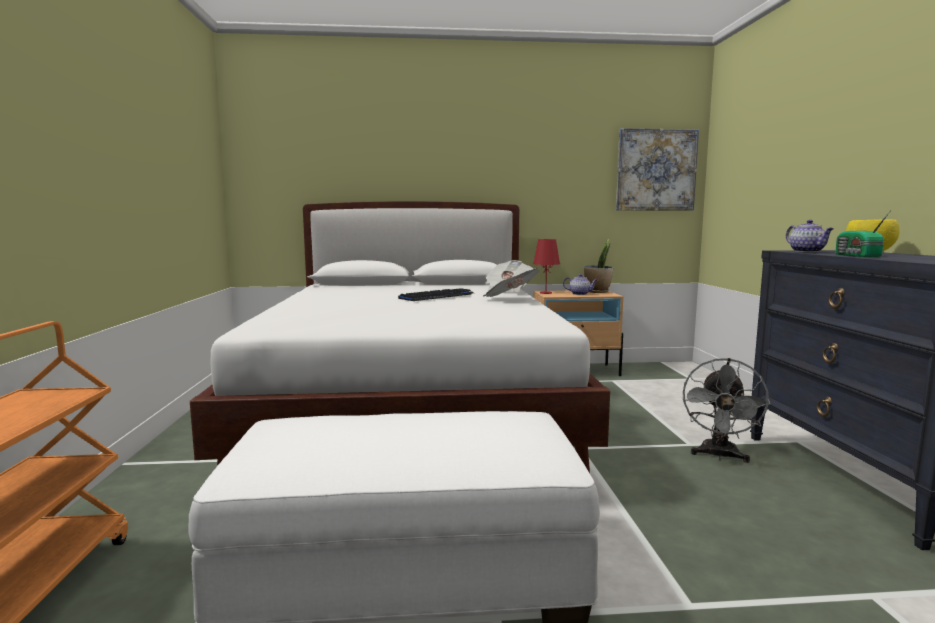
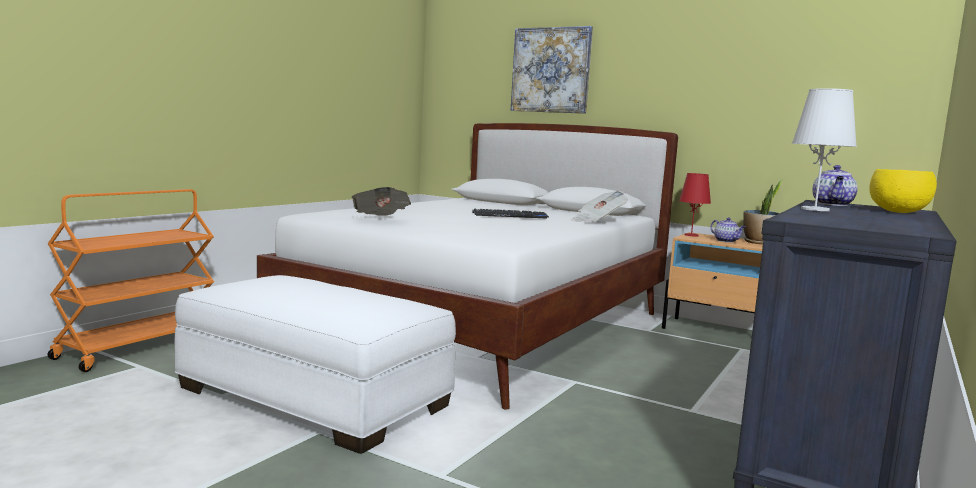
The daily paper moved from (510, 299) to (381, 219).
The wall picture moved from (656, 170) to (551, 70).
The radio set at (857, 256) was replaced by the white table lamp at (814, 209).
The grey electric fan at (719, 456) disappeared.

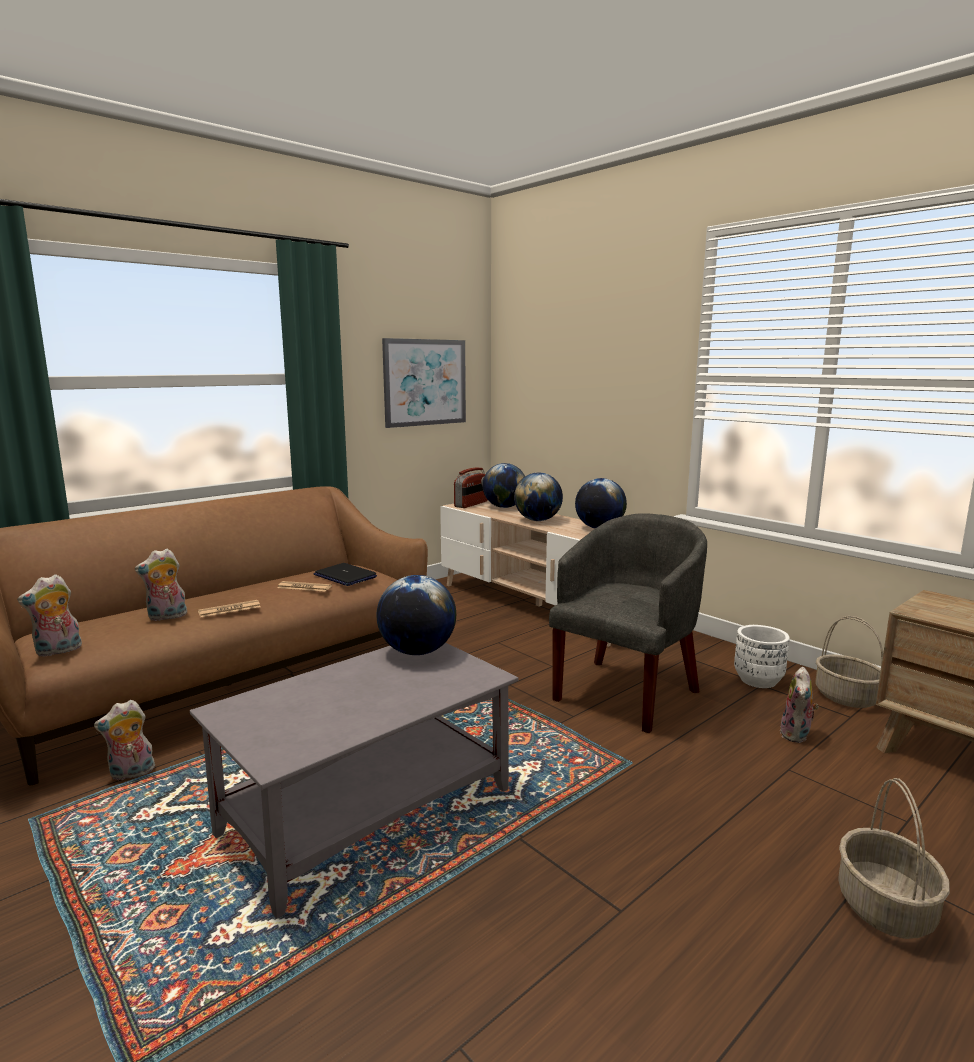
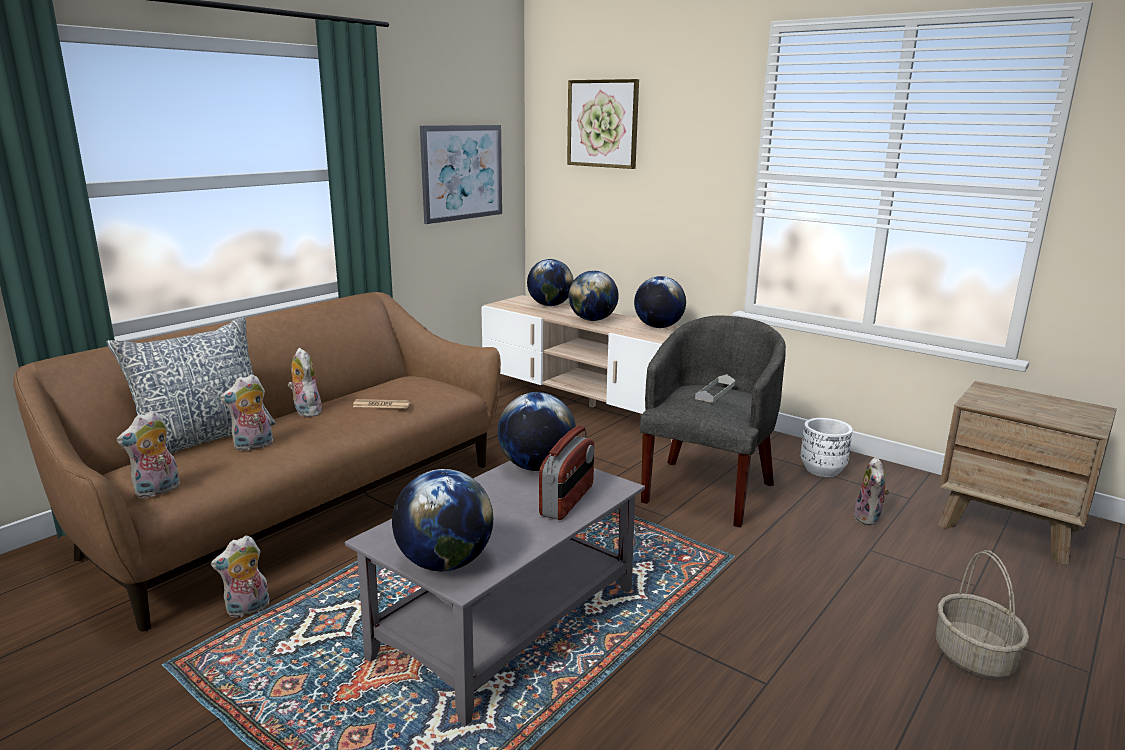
The cushion at (204, 438) appeared.
The plush toy at (305, 411) appeared.
The desk globe at (445, 563) appeared.
The radio set moved from (471, 504) to (567, 500).
The wall picture at (602, 123) appeared.
The grey tray at (715, 392) appeared.
The daily paper at (229, 609) disappeared.
The portable computer at (345, 576) disappeared.
The storage basket at (847, 697) disappeared.

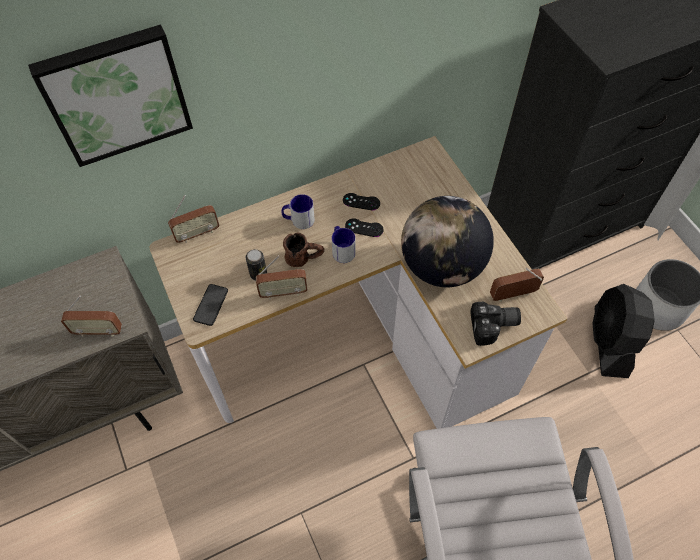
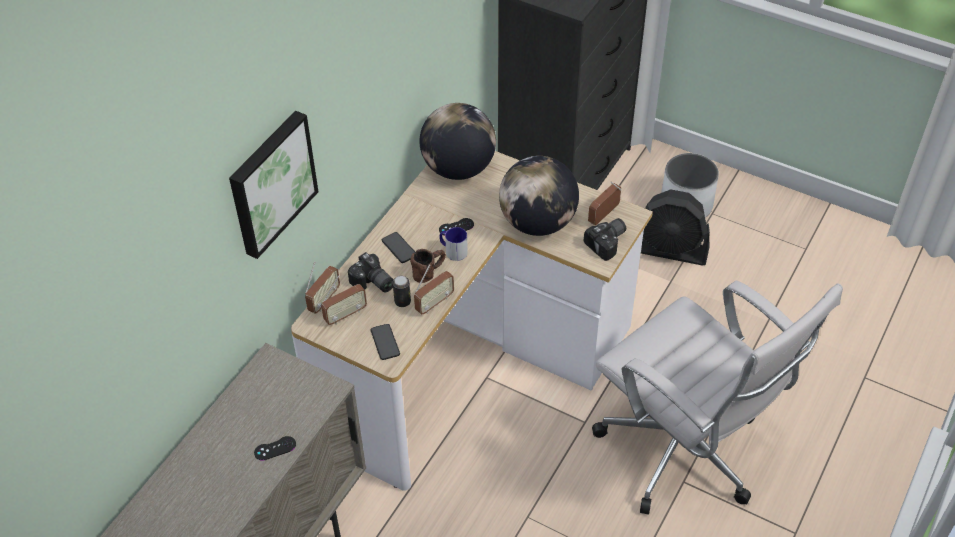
The black-coloured gamepad moved from (361, 202) to (275, 448).
The radio set moved from (98, 331) to (345, 315).
The still camera at (372, 283) appeared.
The tea mug at (298, 220) was replaced by the telephone at (399, 248).
The desk globe at (458, 168) appeared.
The black-coloured electric fan at (610, 342) turned 45 degrees counterclockwise.

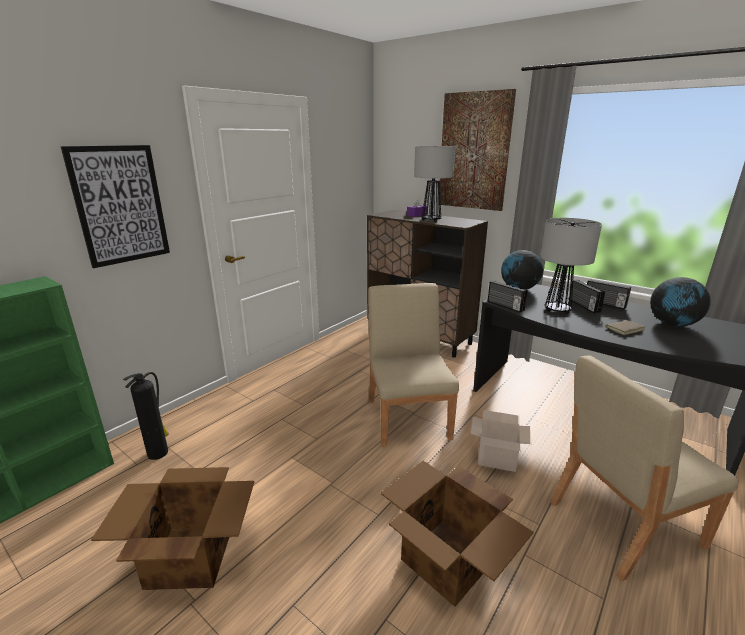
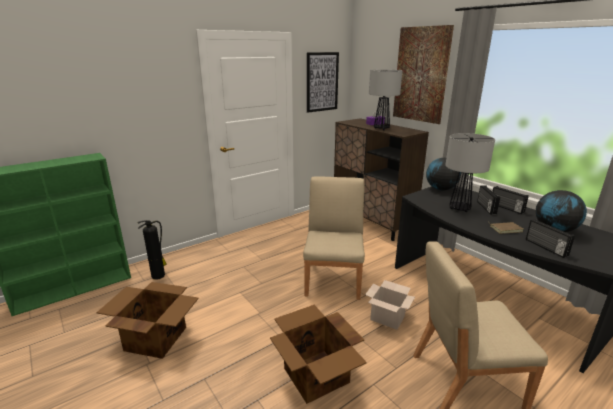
The wall picture moved from (120, 205) to (322, 82).
The radio set moved from (505, 306) to (545, 247).

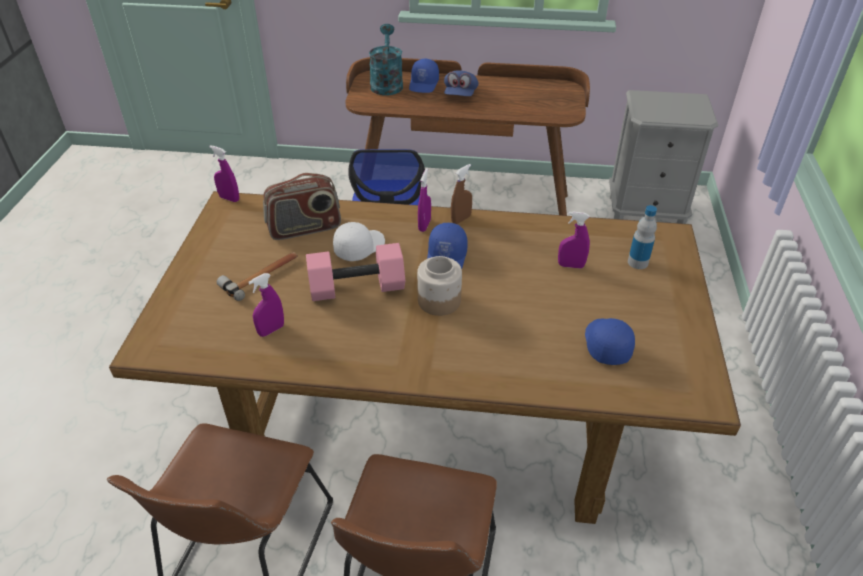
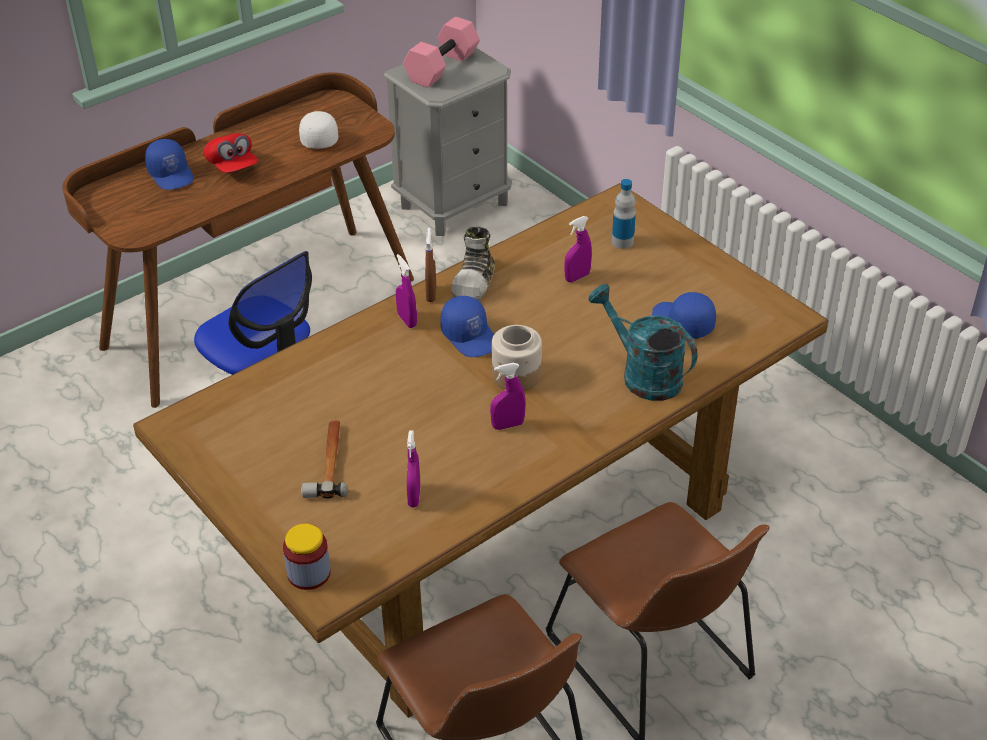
The bluish peaked cap at (460, 95) became the red-coloured peaked cap at (232, 166).
The storage jar at (309, 573) appeared.
The white peaked cap moved from (359, 247) to (318, 137).
The pink free weight moved from (356, 288) to (442, 68).
The shoe at (475, 281) appeared.
The purple hand sprayer moved from (229, 198) to (508, 425).
The turquoise-coloured watering pot moved from (386, 83) to (643, 375).
The radio set at (304, 228) disappeared.

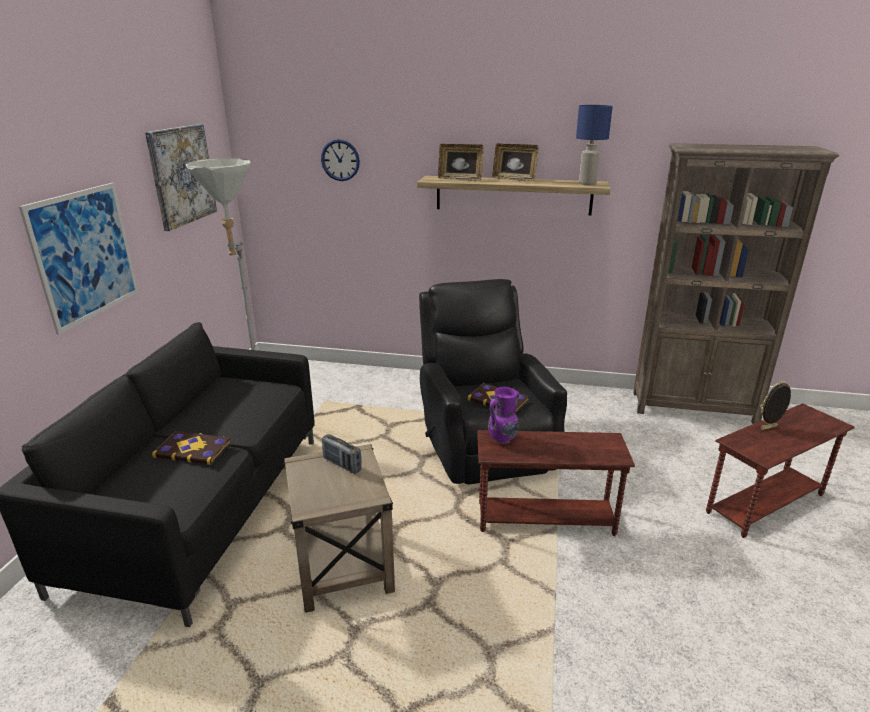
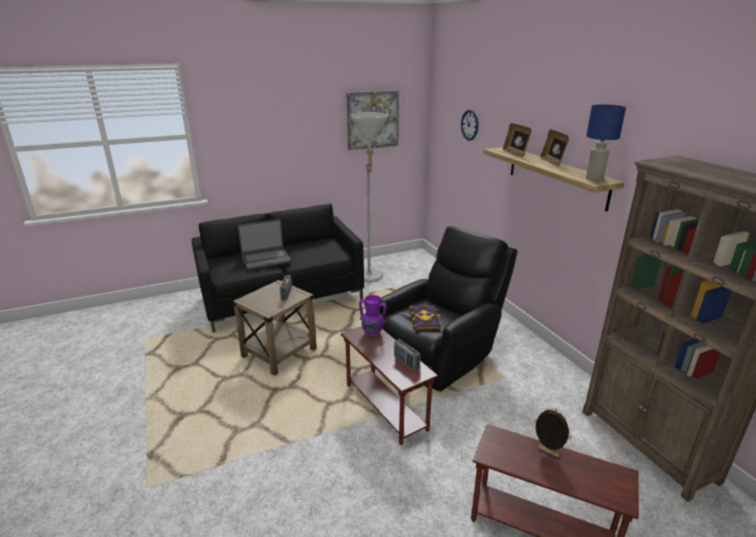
The volume at (193, 449) was replaced by the portable computer at (266, 259).
The radio set at (406, 362) appeared.
The wall picture at (85, 255) disappeared.

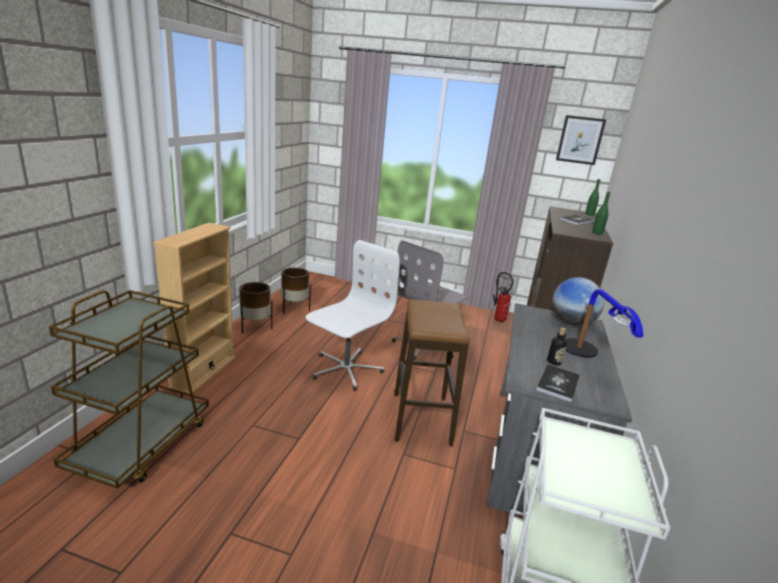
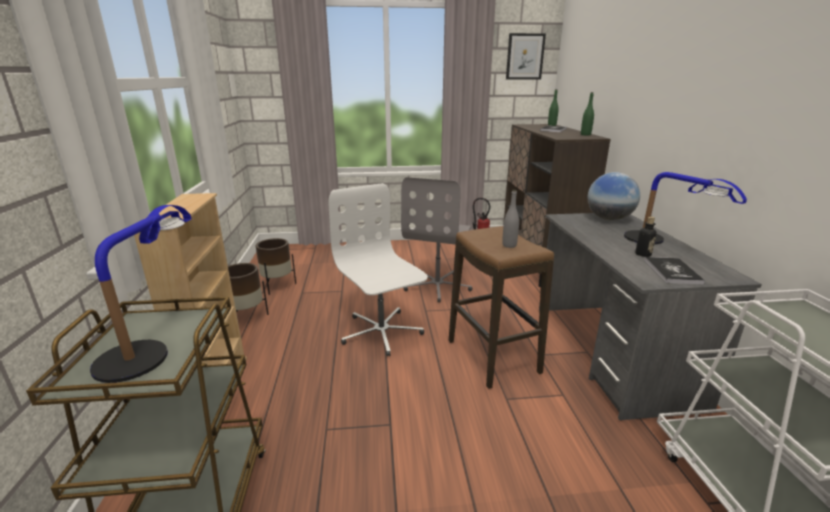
The table lamp at (153, 340) appeared.
The white desk chair at (345, 369) turned 45 degrees counterclockwise.
The grey bottle at (509, 245) appeared.

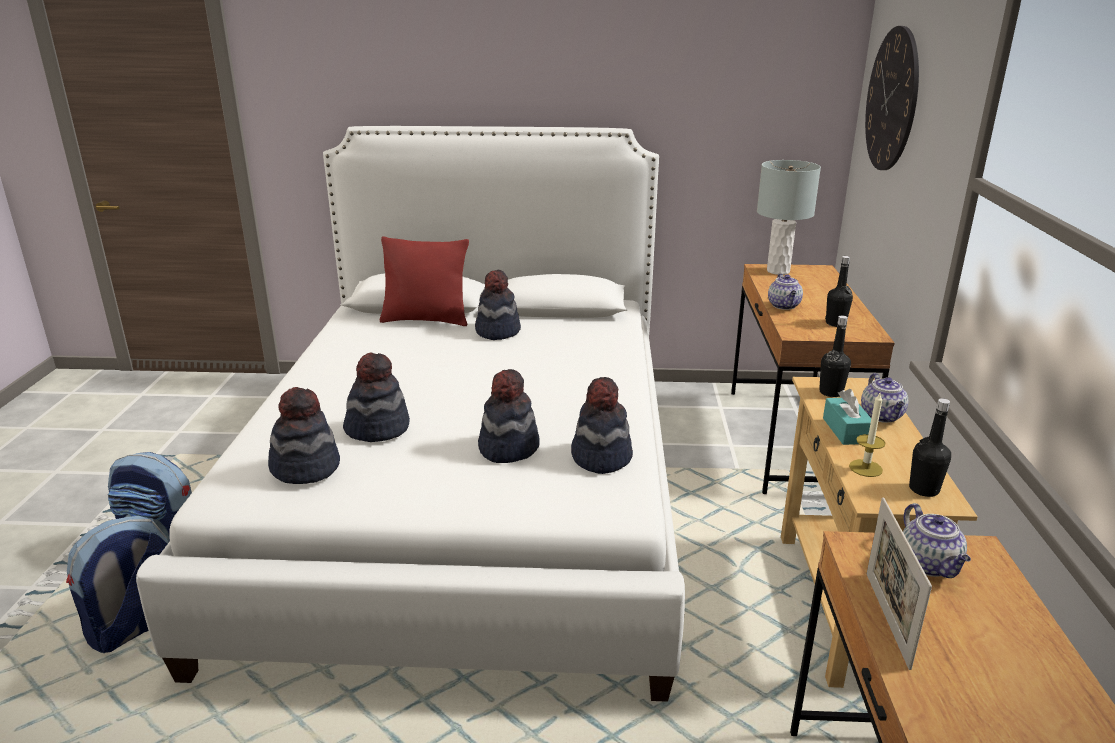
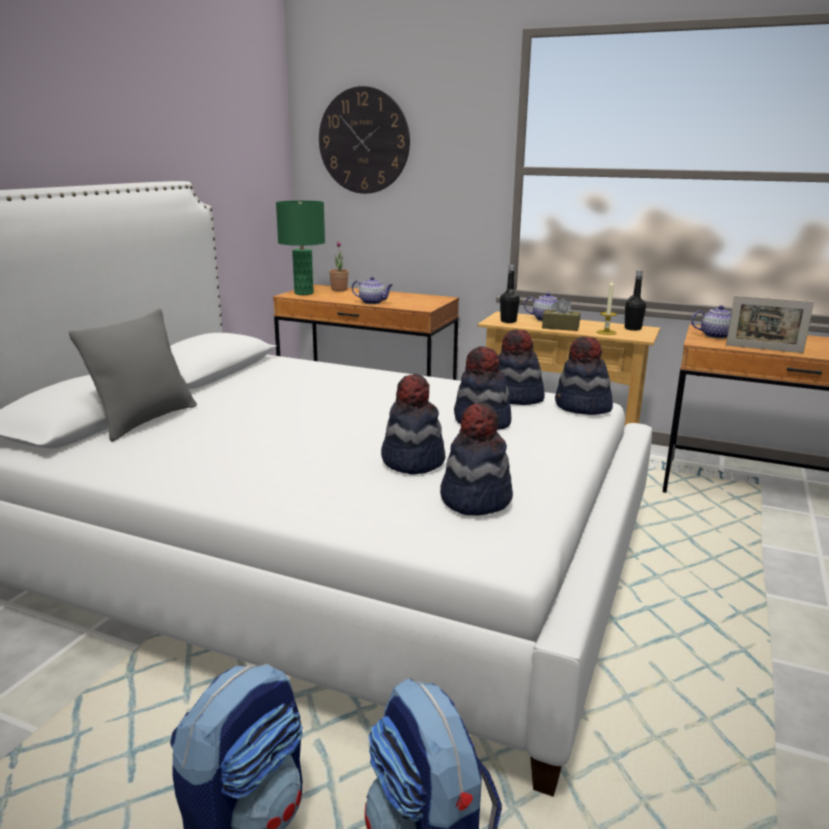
The red-coloured cushion at (426, 320) became the grey cushion at (145, 420).
The grey table lamp at (777, 271) became the greenish table lamp at (303, 293).
The plant in a pot at (339, 290) appeared.
The turquoise-coloured tissue holder at (846, 430) became the brownish tissue holder at (560, 327).
The hat moved from (497, 331) to (582, 407).
The black-coloured bottle at (835, 323) disappeared.

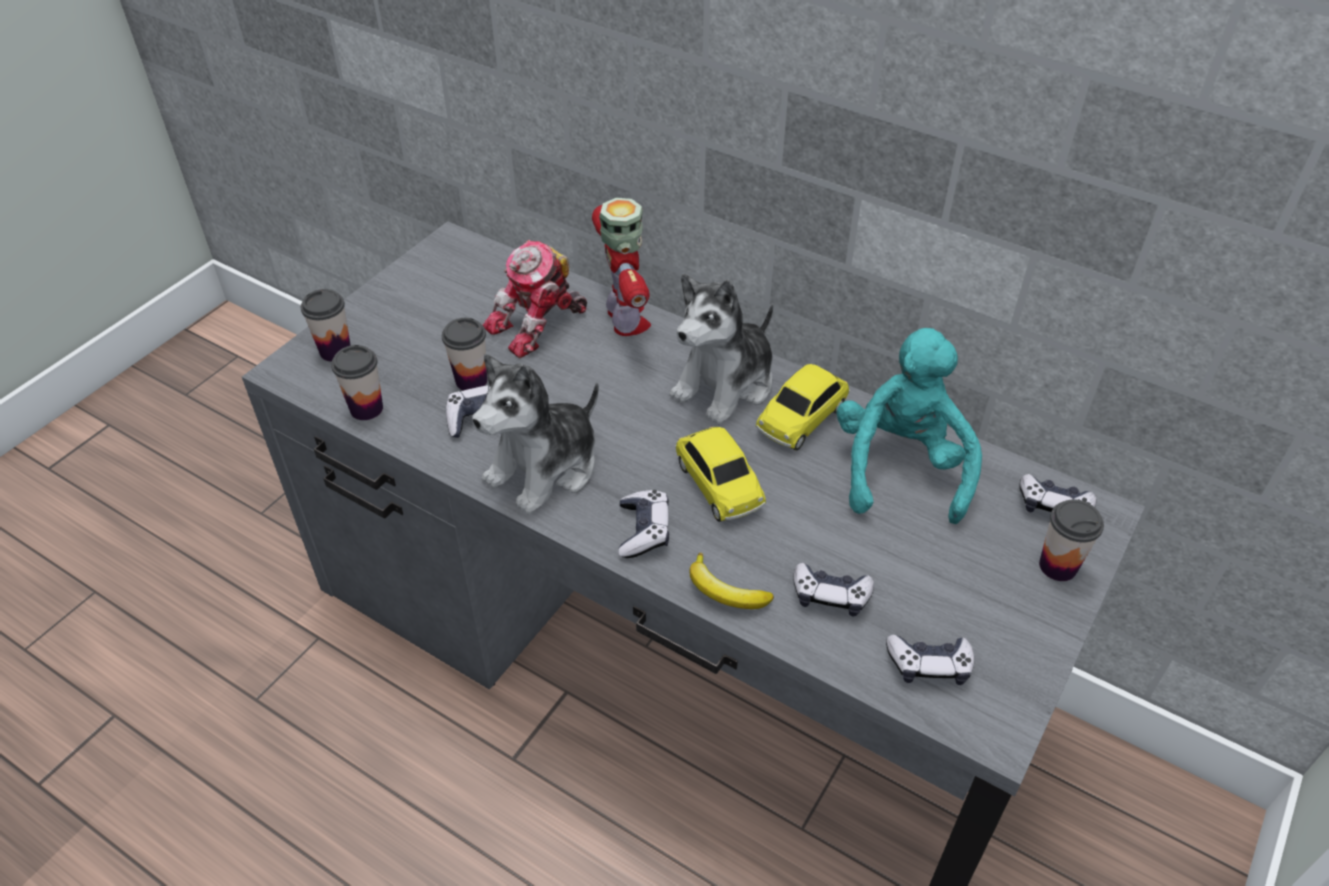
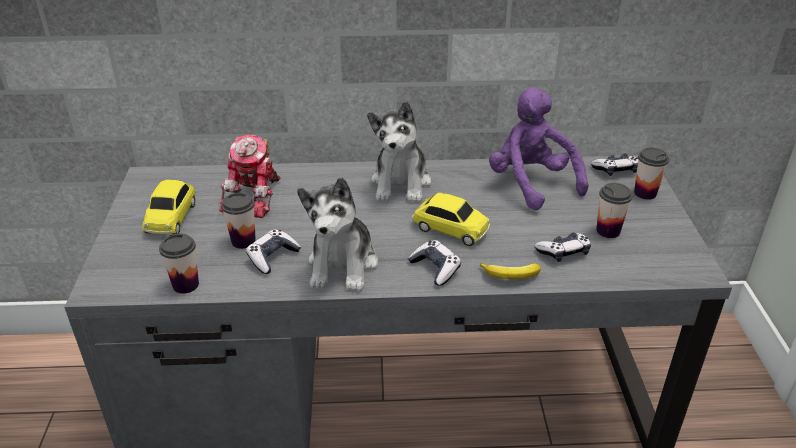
The model car moved from (802, 417) to (172, 217).
The turquoise-coloured plush toy at (900, 467) became the purple plush toy at (531, 183).
The cup moved from (335, 351) to (608, 231).
The model robot at (626, 320) disappeared.
The gamepad at (929, 665) disappeared.

